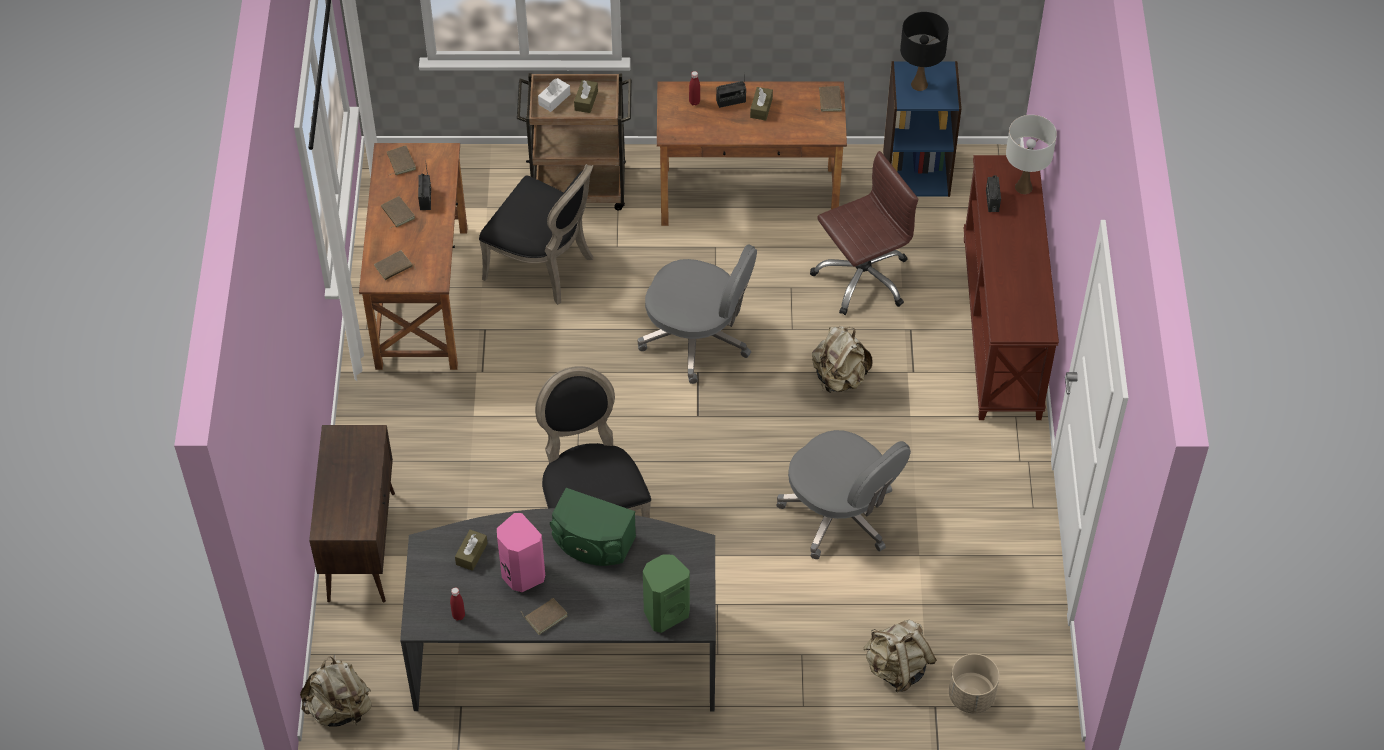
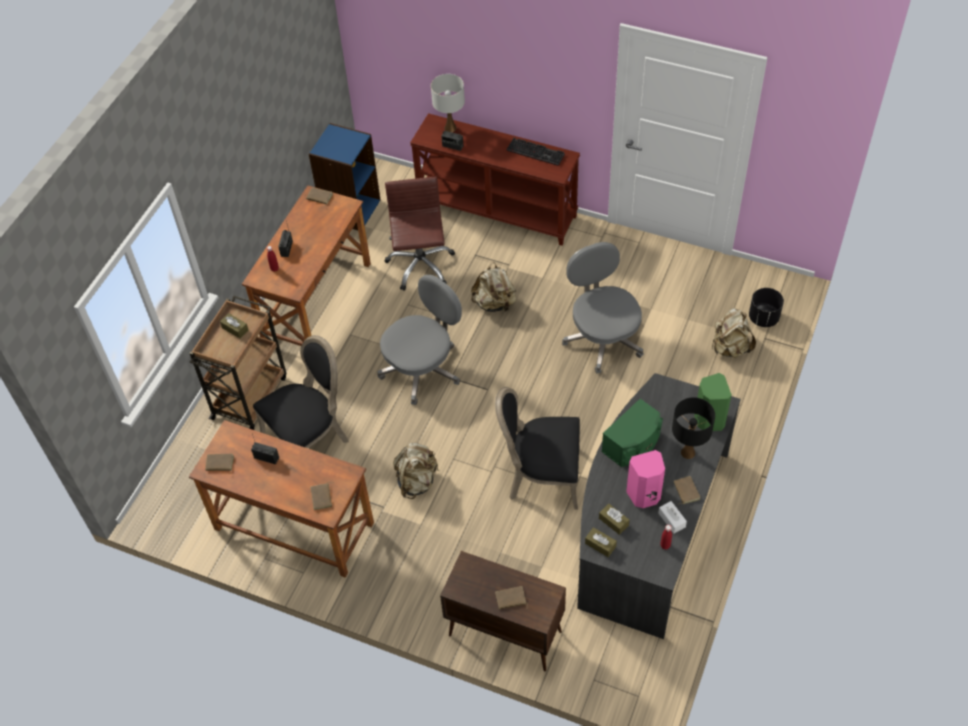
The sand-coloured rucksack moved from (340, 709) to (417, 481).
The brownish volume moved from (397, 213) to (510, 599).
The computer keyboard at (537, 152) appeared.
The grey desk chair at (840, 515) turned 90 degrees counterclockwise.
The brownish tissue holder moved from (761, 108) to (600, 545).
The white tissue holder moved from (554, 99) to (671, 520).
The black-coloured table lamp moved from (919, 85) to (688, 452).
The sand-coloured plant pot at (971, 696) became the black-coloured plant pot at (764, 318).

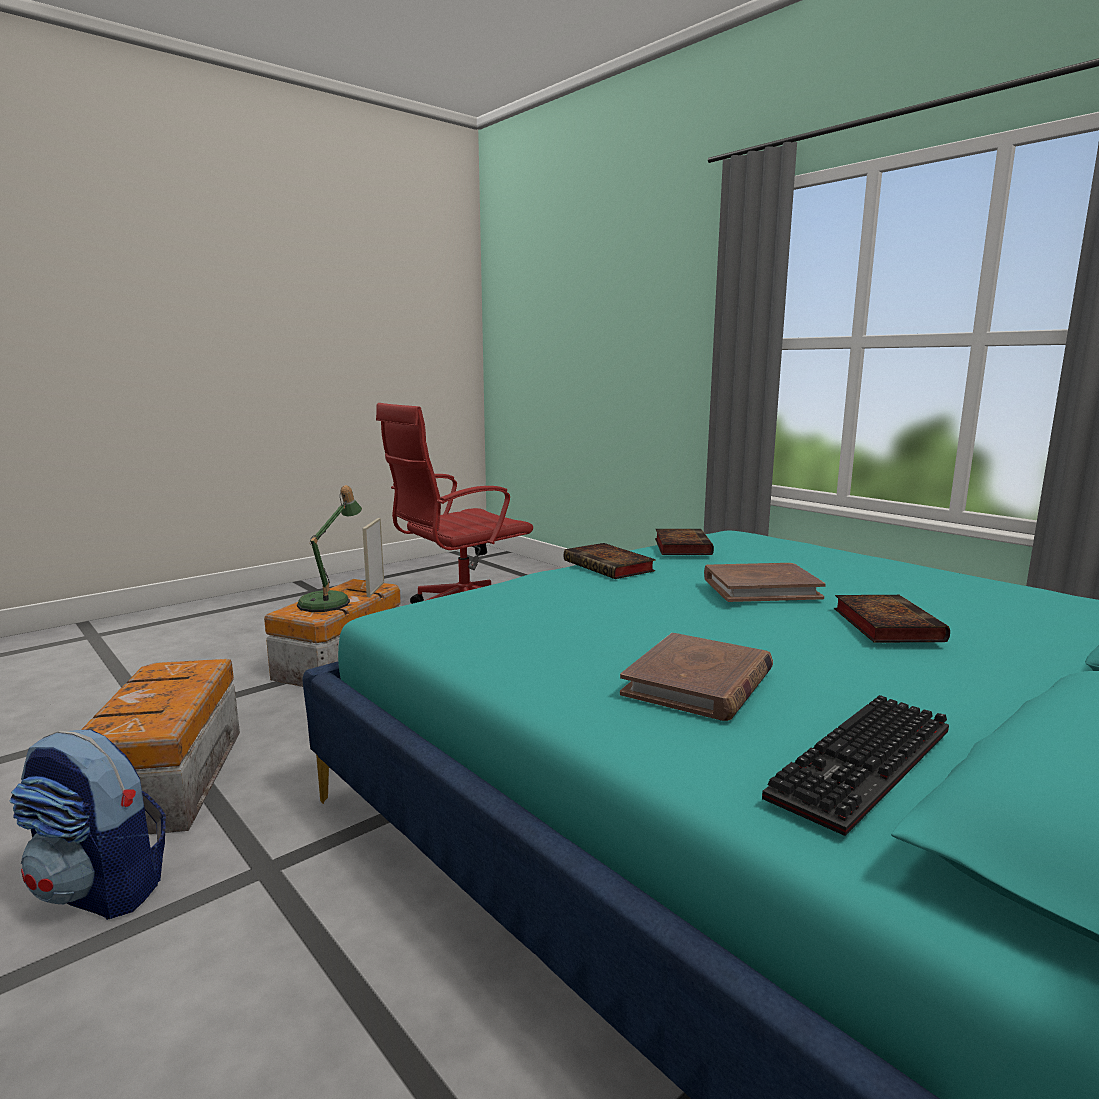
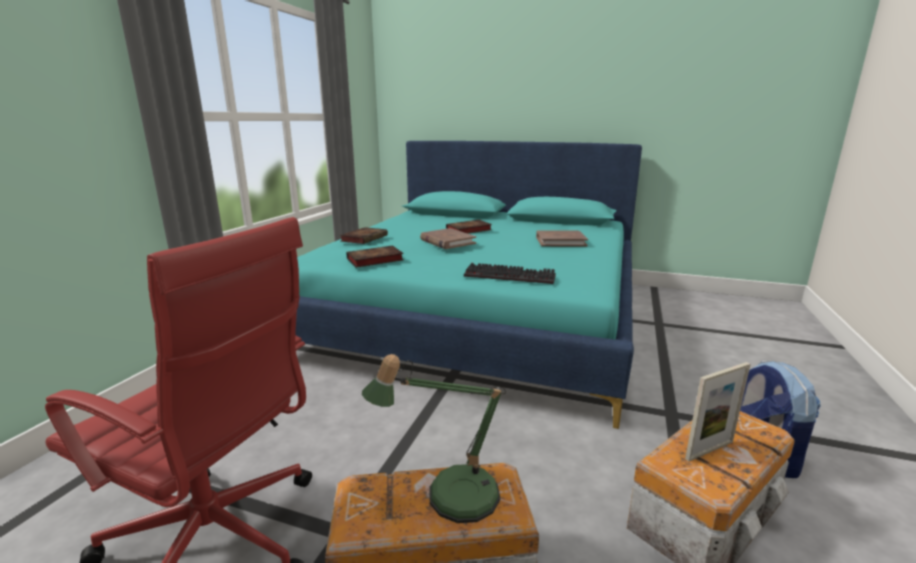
The volume moved from (610, 567) to (364, 238).
The computer keyboard moved from (866, 767) to (511, 276).
The standing frame moved from (375, 589) to (709, 450).

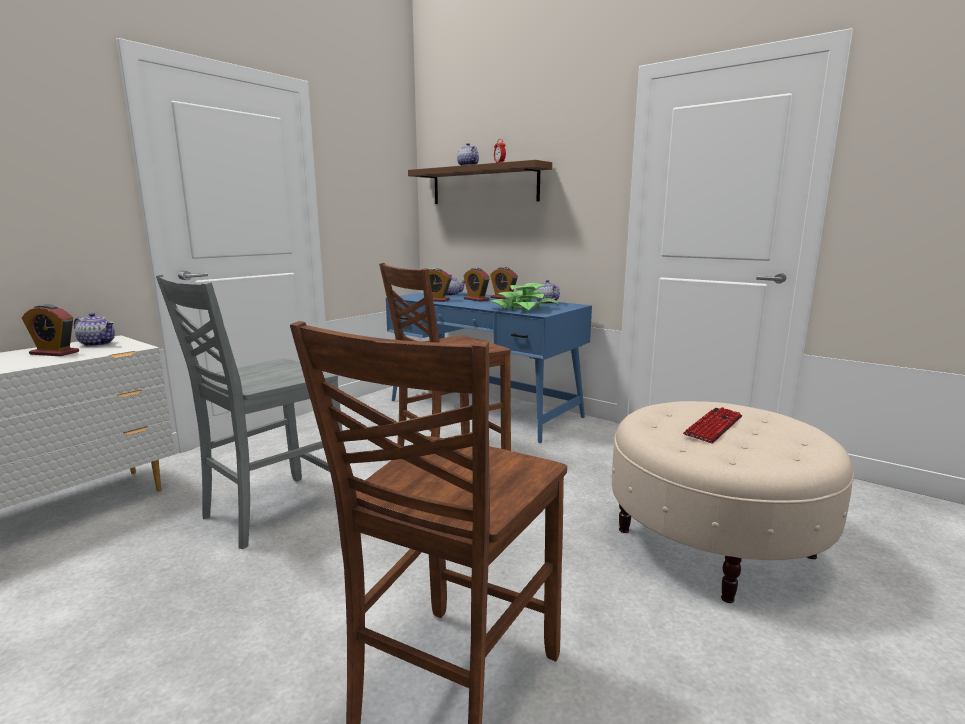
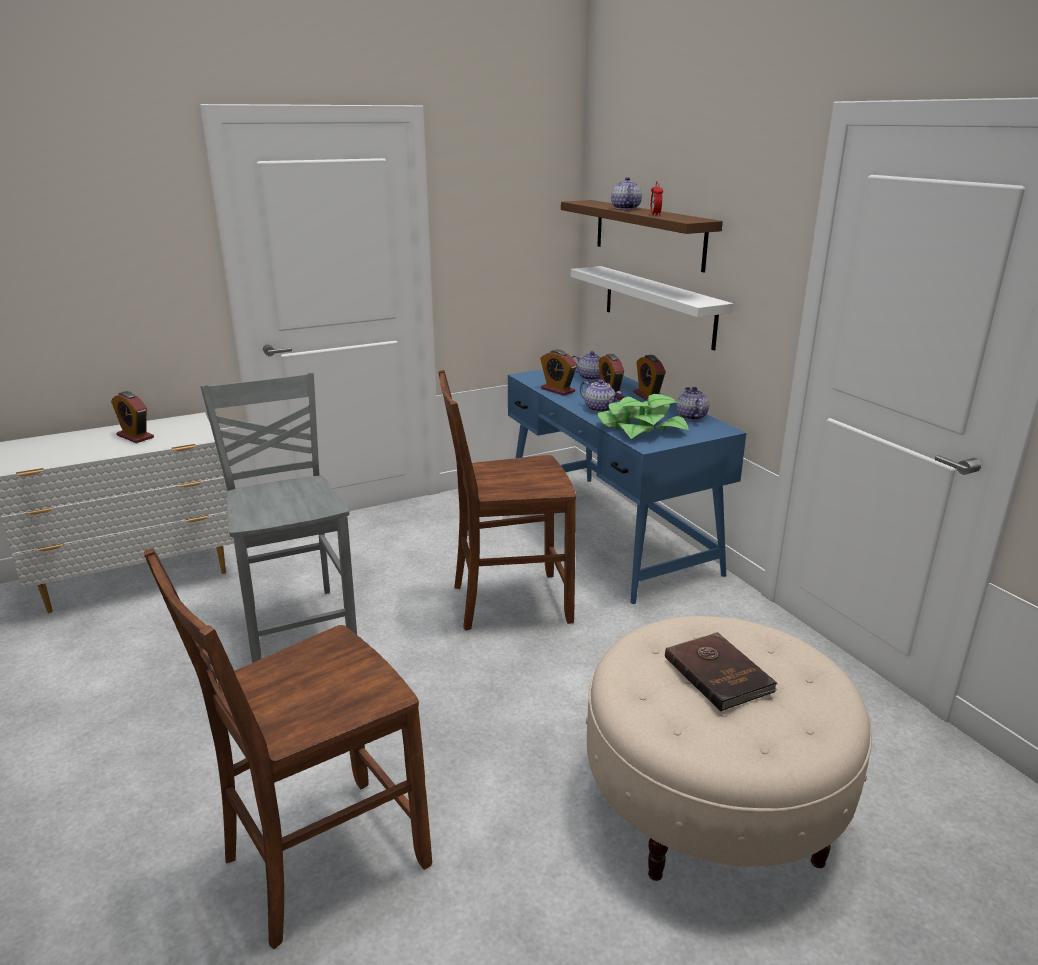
The grey plain chair at (271, 511) turned 90 degrees clockwise.
The white bracket shelf at (658, 306) appeared.
The pot for tea moved from (98, 344) to (600, 408).
The computer keyboard at (713, 426) was replaced by the brownish volume at (719, 673).

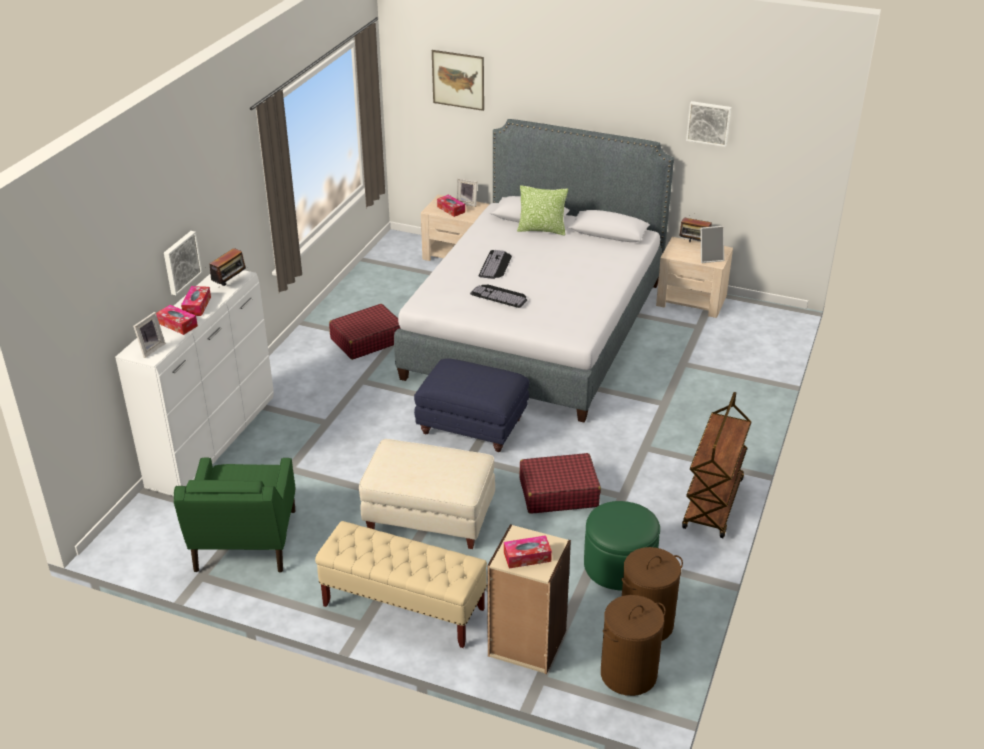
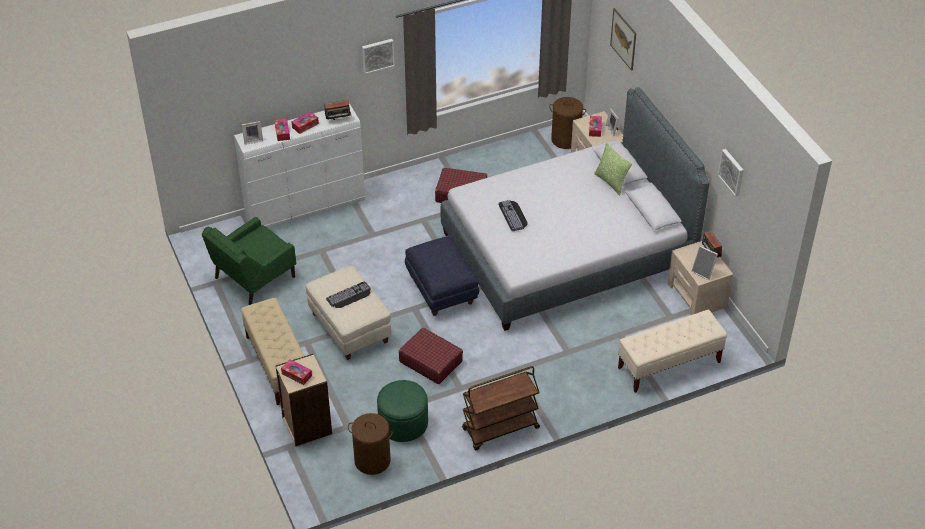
The computer keyboard moved from (496, 265) to (349, 296).
The wall picture moved from (181, 262) to (377, 55).
The brownish washing basket moved from (628, 674) to (565, 139).
The sand-coloured long seat at (669, 365) appeared.

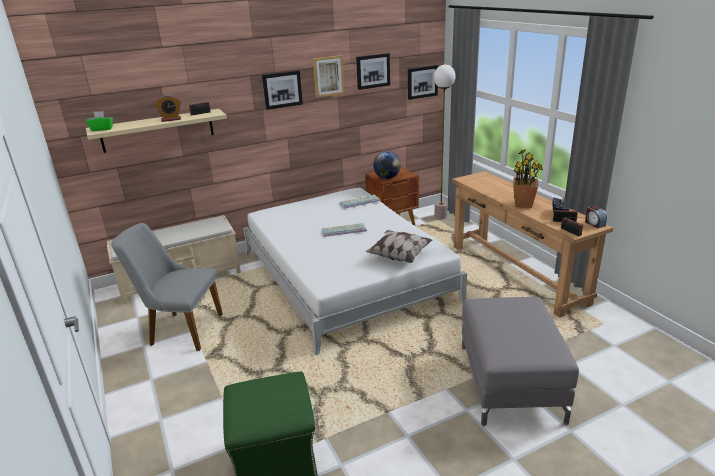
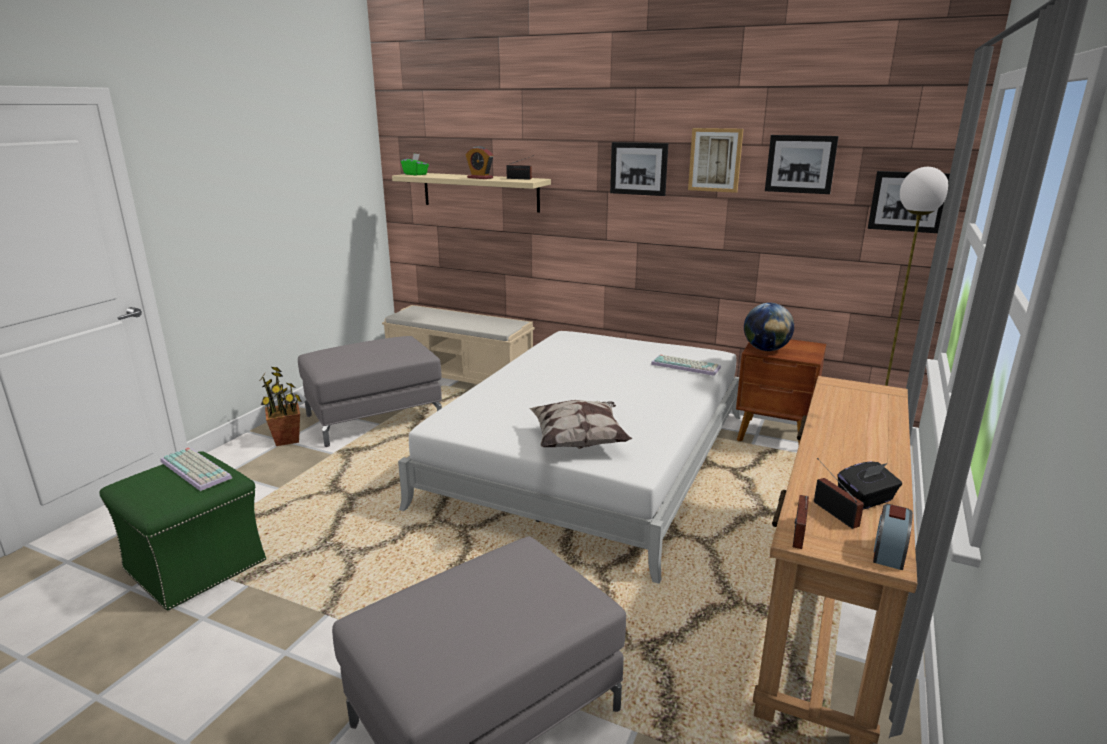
The computer keyboard moved from (344, 230) to (197, 469).
The plant in a pot moved from (523, 204) to (287, 439).
The grey plain chair at (180, 329) was replaced by the grey pouffe at (374, 417).

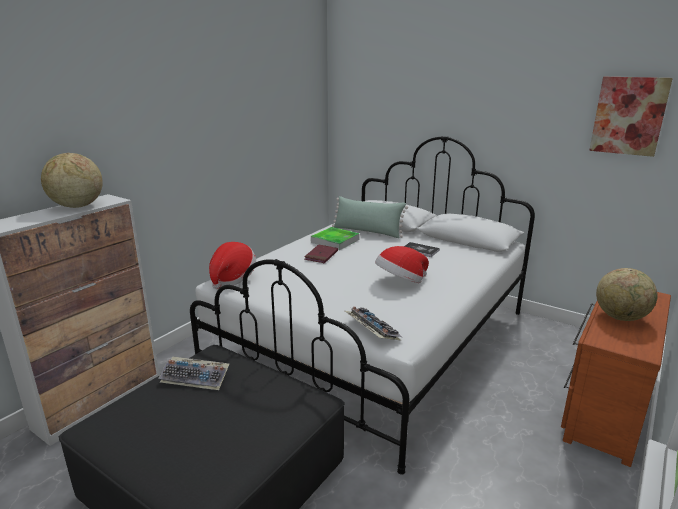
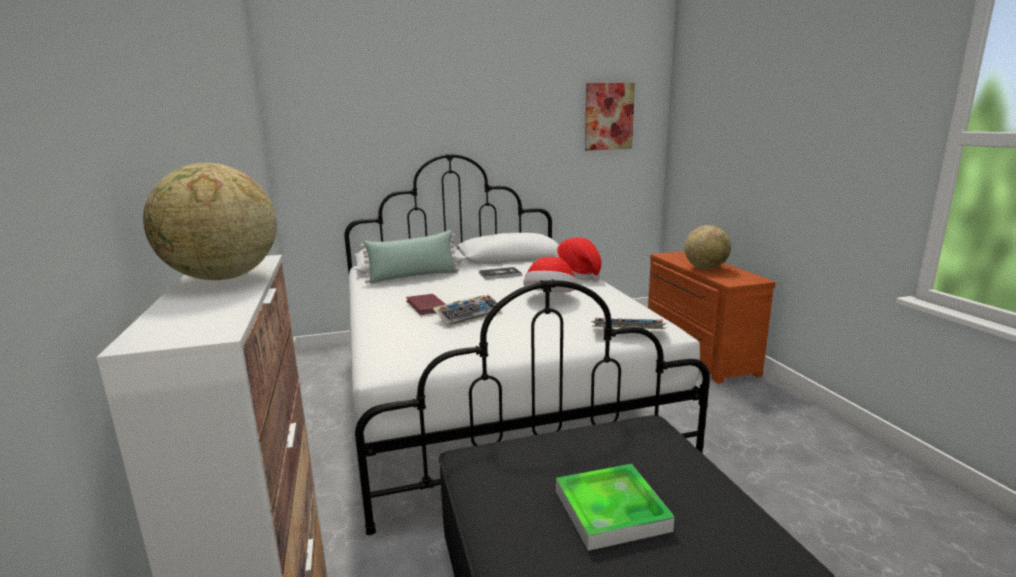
The computer keyboard moved from (196, 377) to (468, 315).
The hat moved from (232, 278) to (578, 275).
The tray moved from (335, 241) to (611, 510).

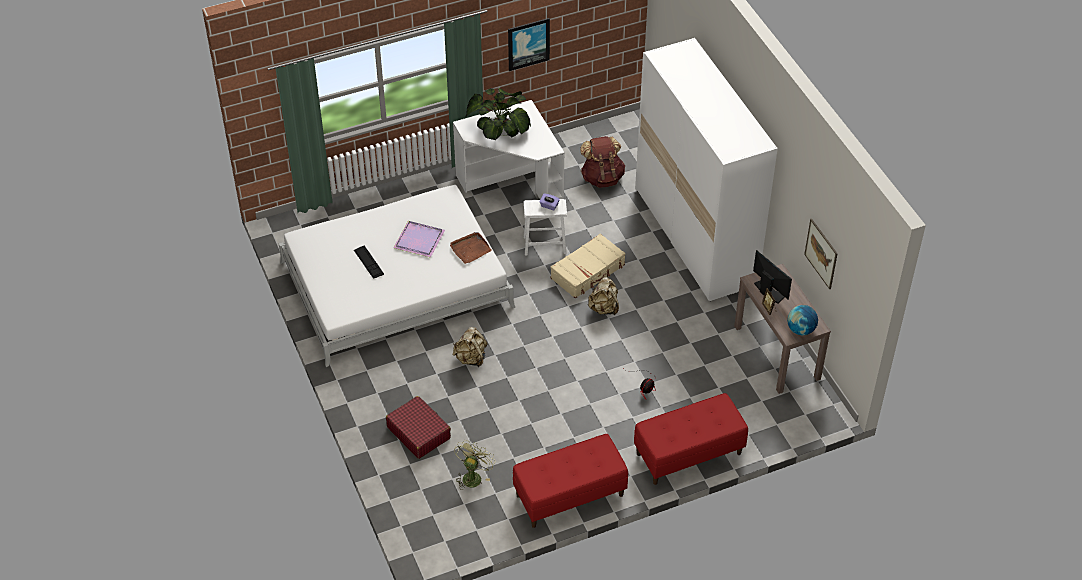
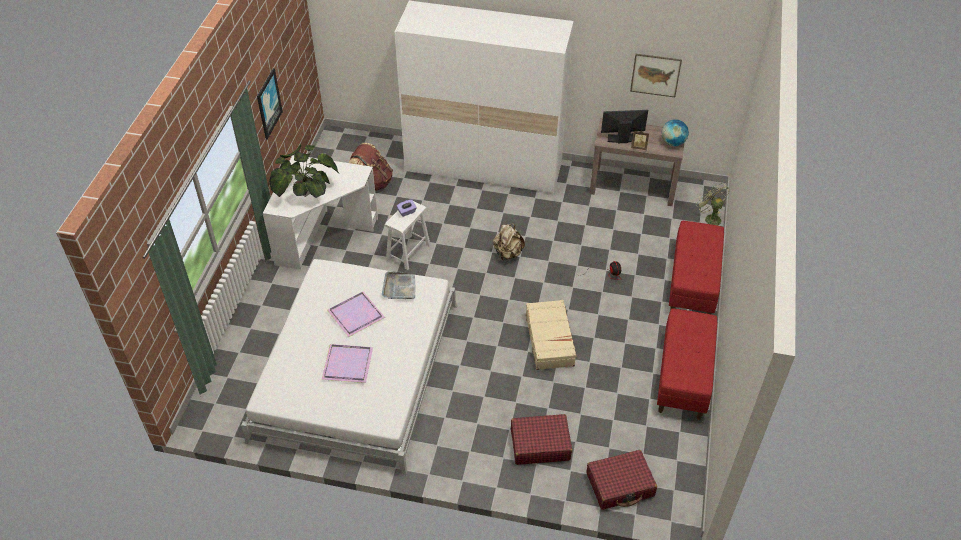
The computer keyboard at (368, 262) was replaced by the purple tray at (347, 363).
The brownish tray at (470, 249) became the grey tray at (399, 287).
The sand-coloured suitcase moved from (588, 272) to (550, 339).
The red-coloured suitcase at (620, 485) appeared.
The greenish electric fan moved from (473, 476) to (709, 218).
The sand-coloured rucksack at (471, 358) disappeared.

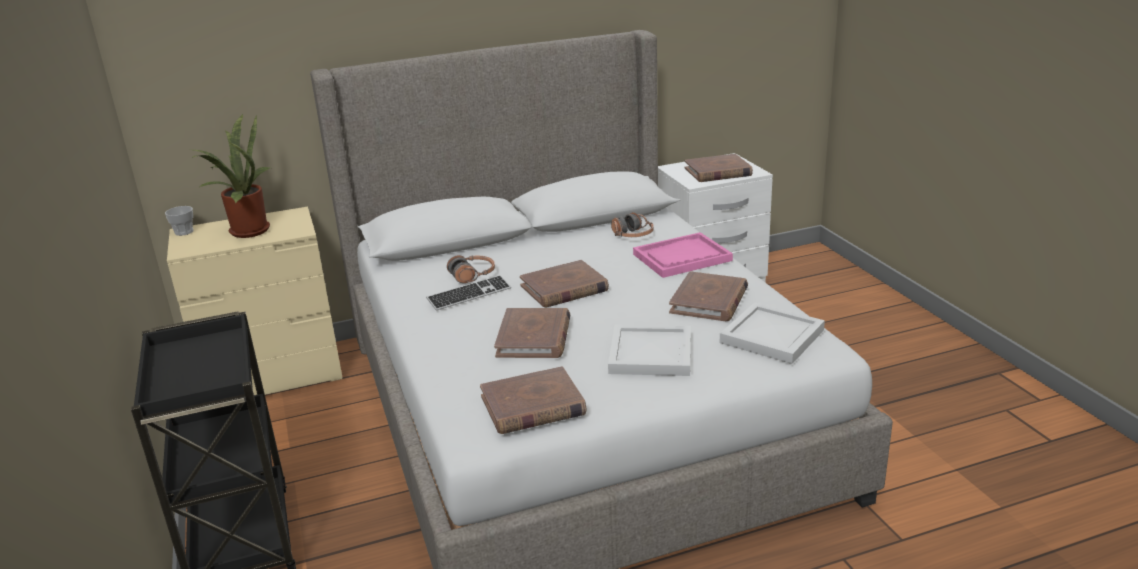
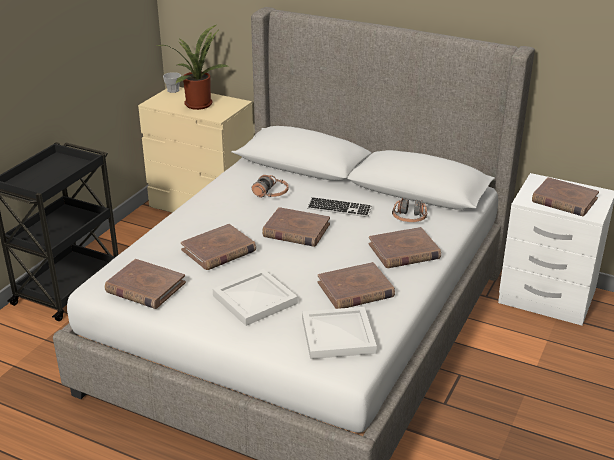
The computer keyboard moved from (469, 295) to (339, 209).
The pink tray at (682, 257) was replaced by the brownish volume at (404, 251).

